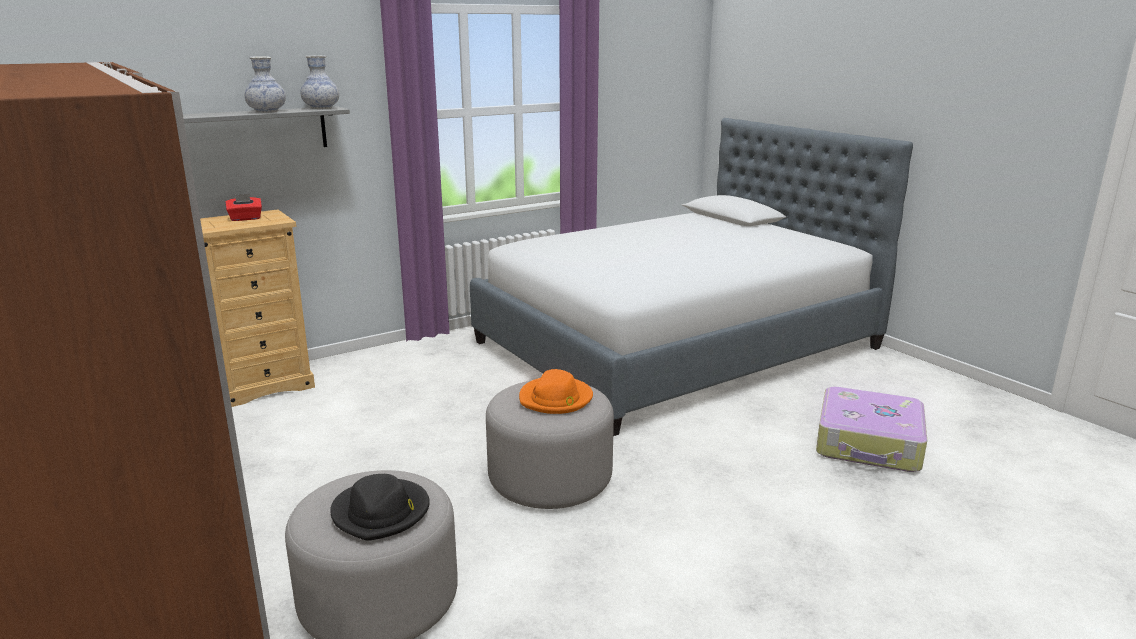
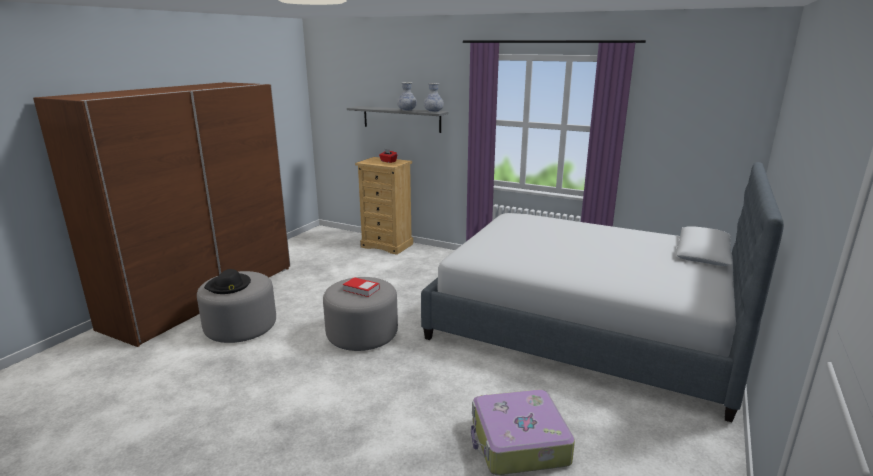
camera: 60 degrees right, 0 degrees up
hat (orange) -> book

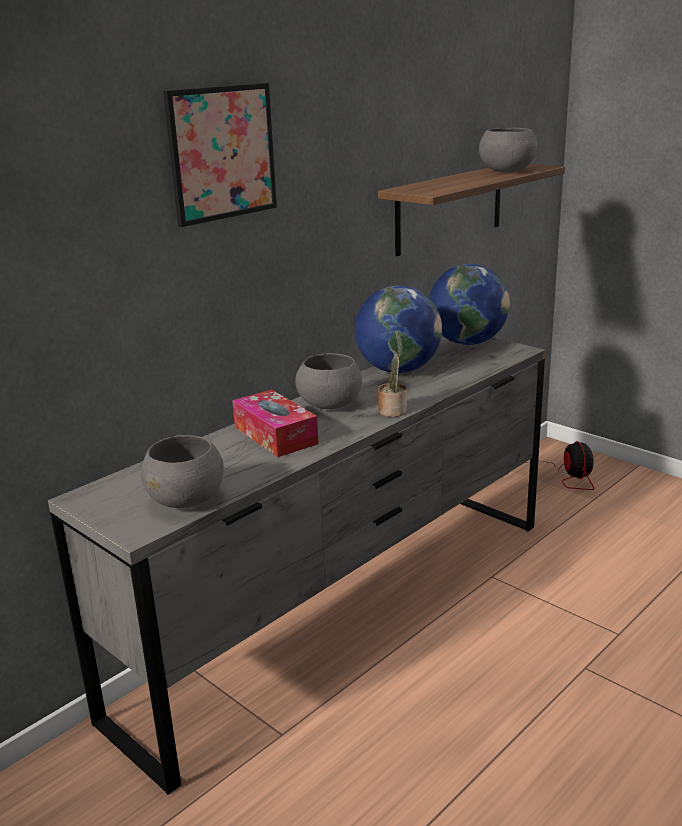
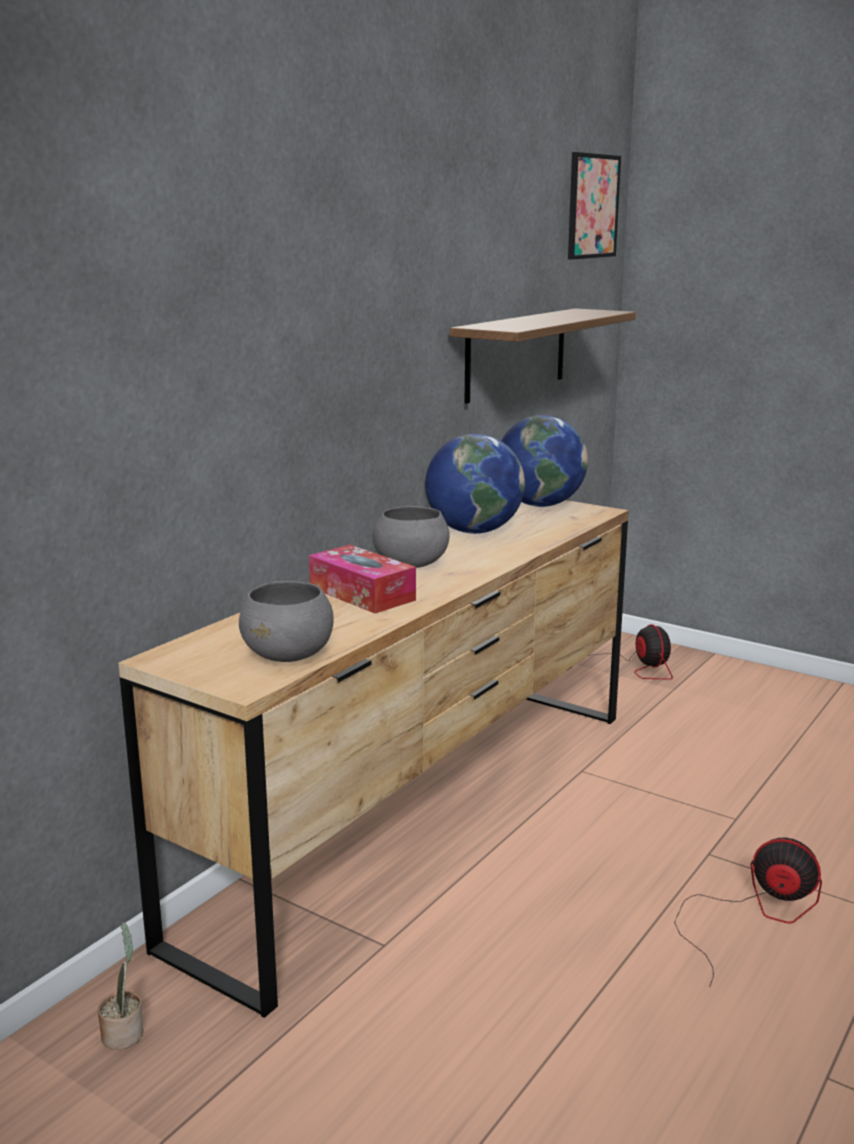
camera: 10 degrees left, 5 degrees down
potted plant, moved
dresser (grey) -> dresser (brown)
picture, moved
none -> fan (2nd from left)
bowl (grey) (3rd from left) -> none

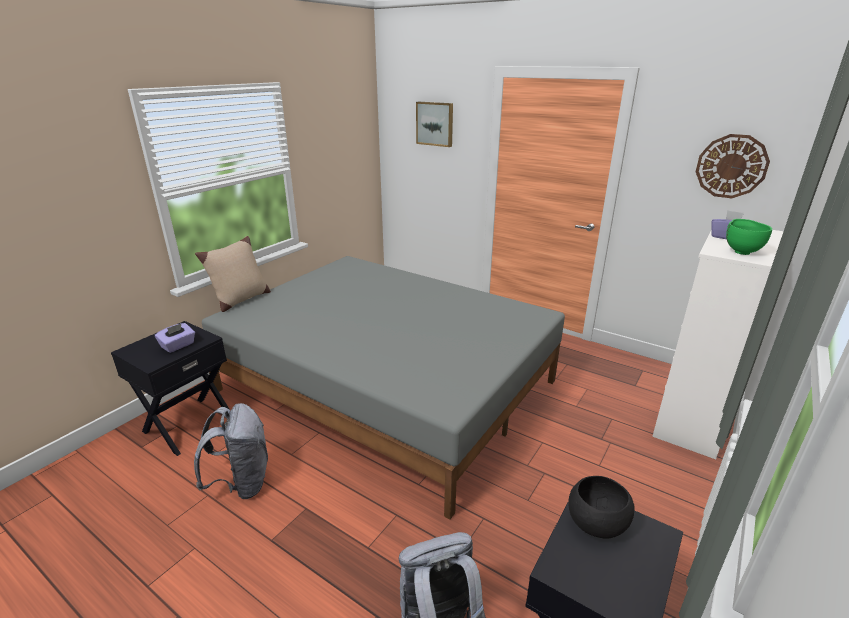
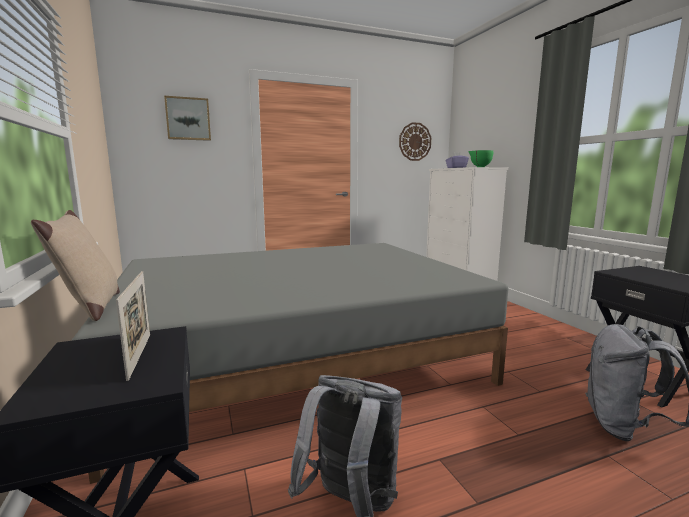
camera: 55 degrees left, 15 degrees down
tissue box (purple) (1st from left) -> picture frame
bowl (black) -> none

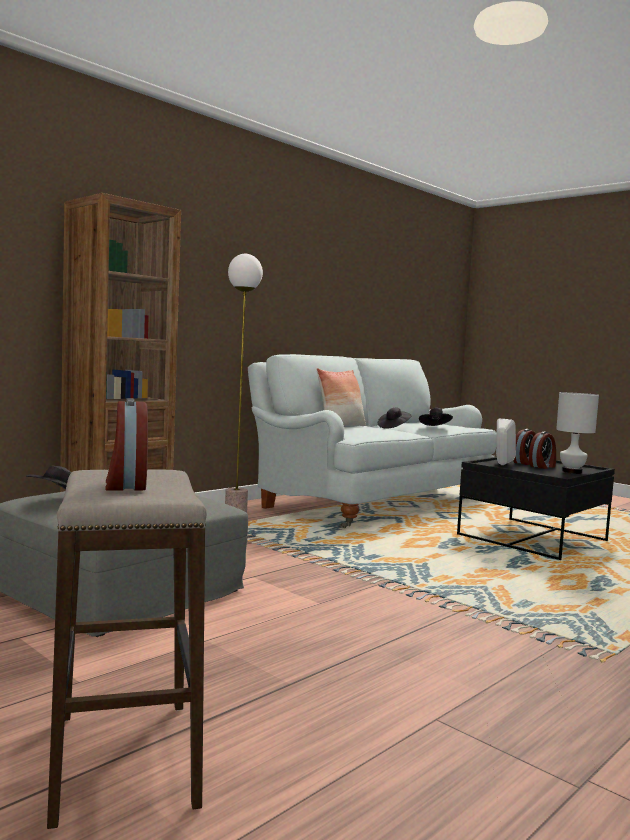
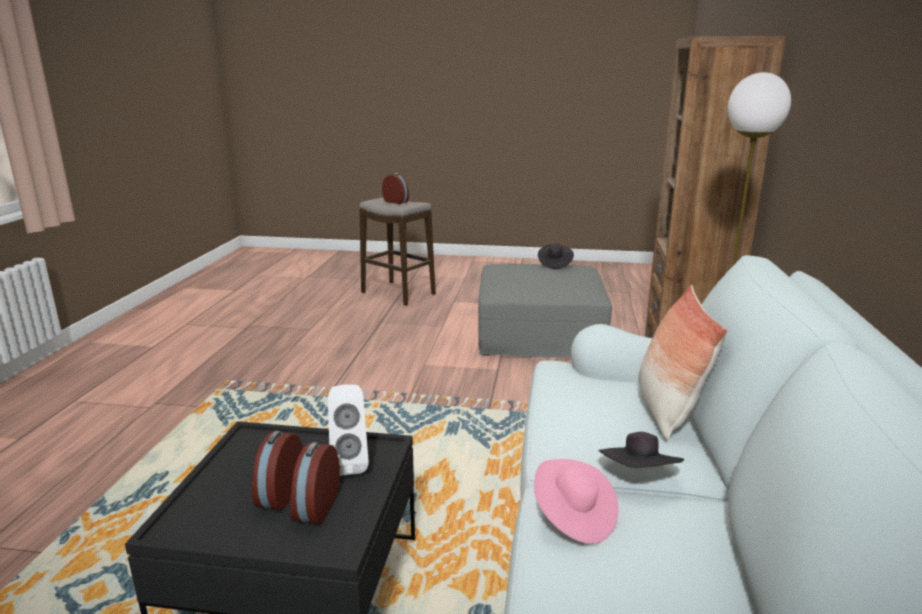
camera: 145 degrees right, 15 degrees up
hat (black) (3rd from left) -> hat (pink)
table lamp (white) -> none

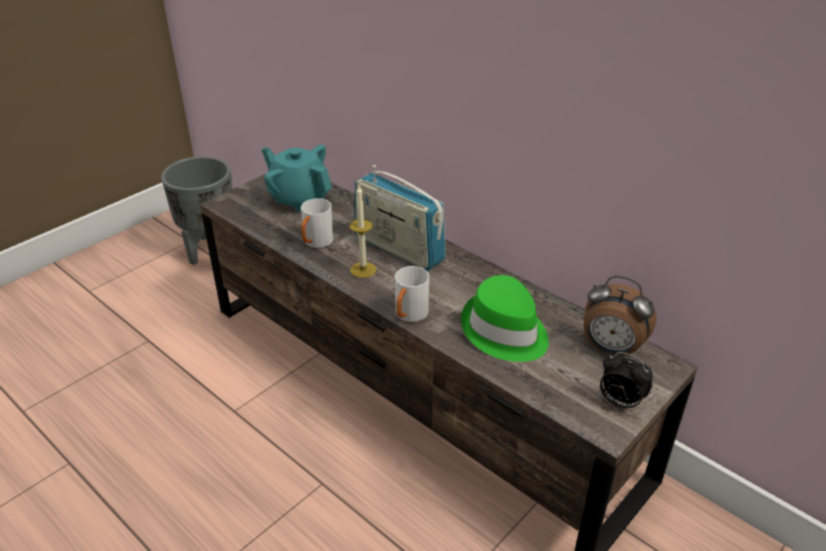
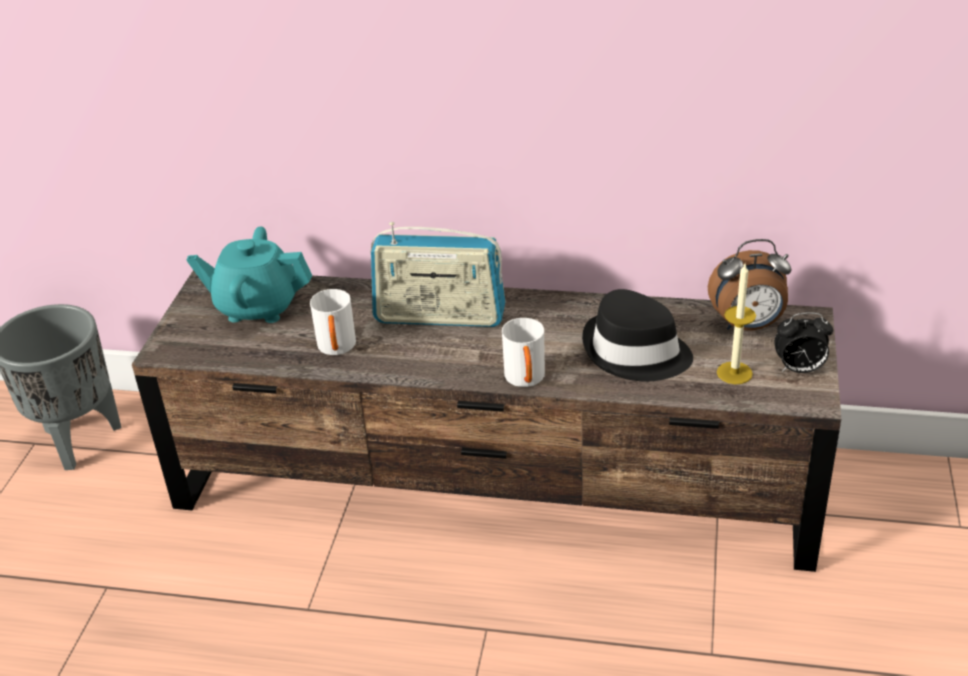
camera: 30 degrees left, 0 degrees up
hat (green) -> hat (black)
candle, moved

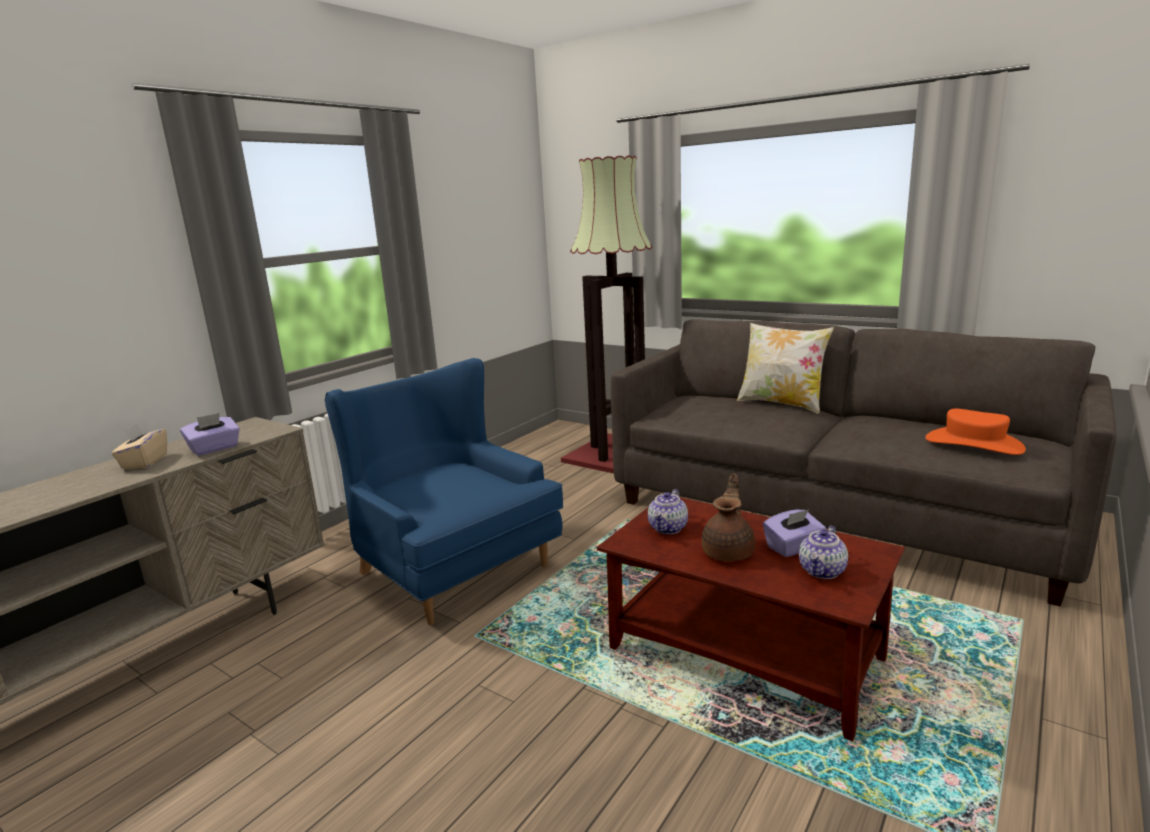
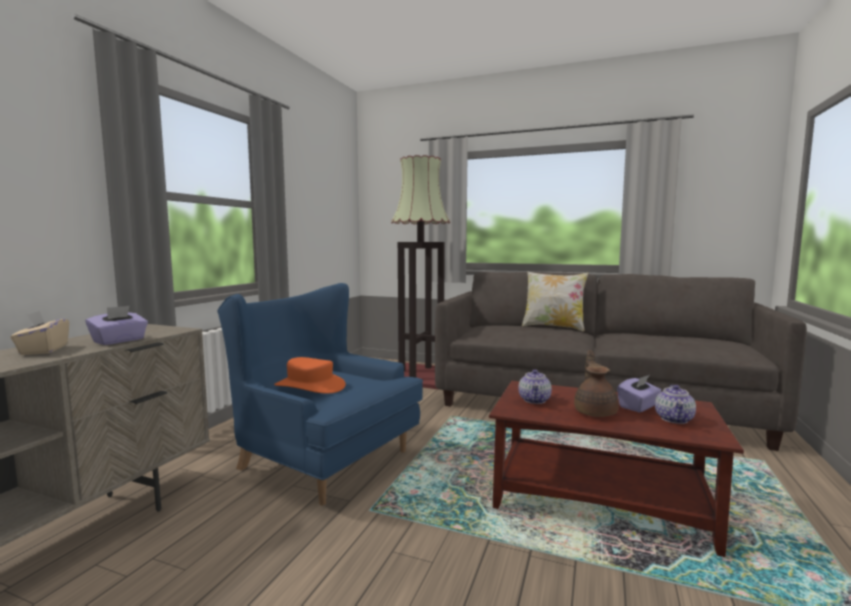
camera: 15 degrees left, 10 degrees down
hat (orange), moved

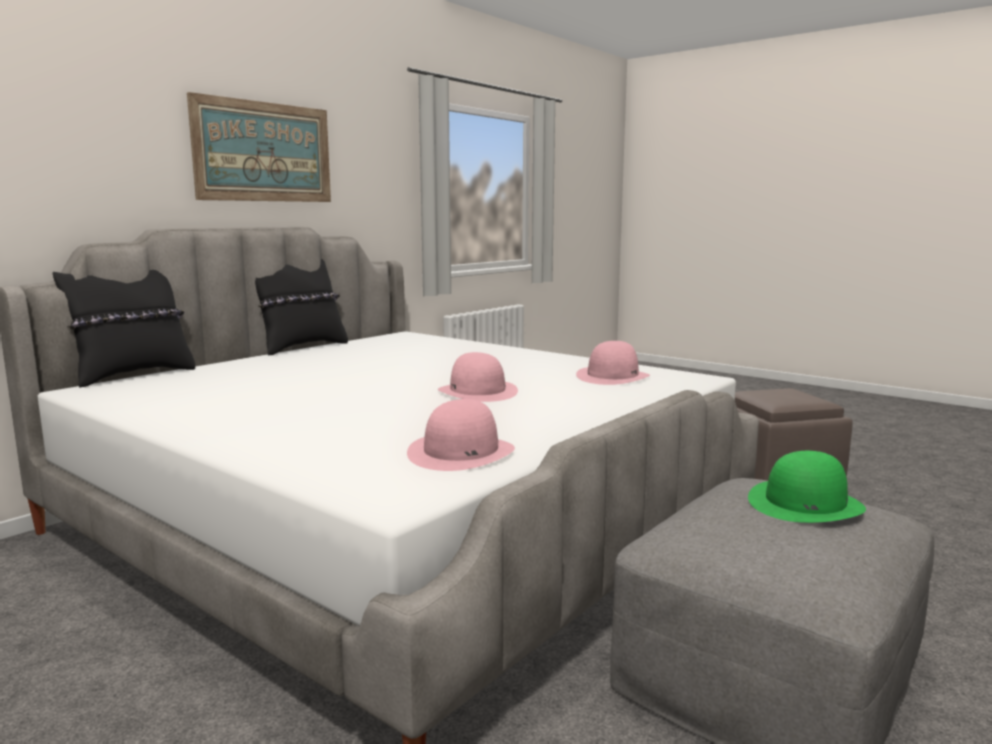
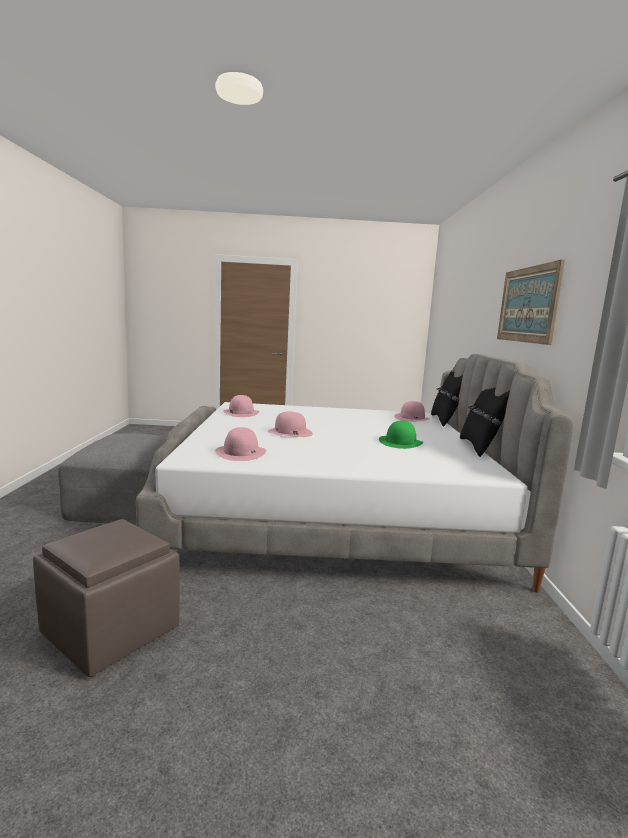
camera: 140 degrees right, 0 degrees up
hat (green), moved
none -> hat (pink) (4th from left)

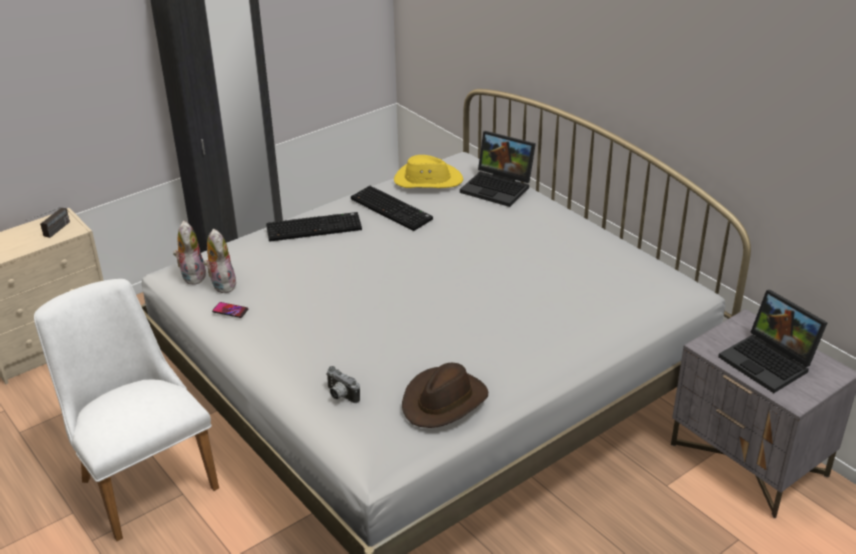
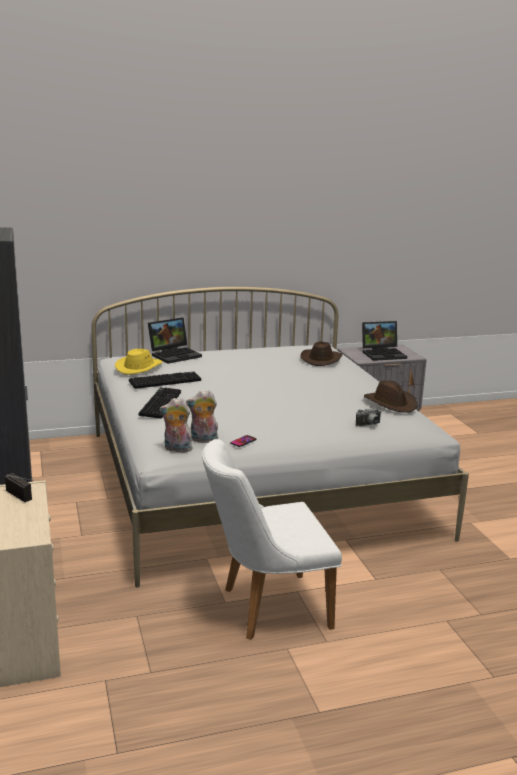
camera: 70 degrees left, 15 degrees down
none -> hat (brown) (1st from left)

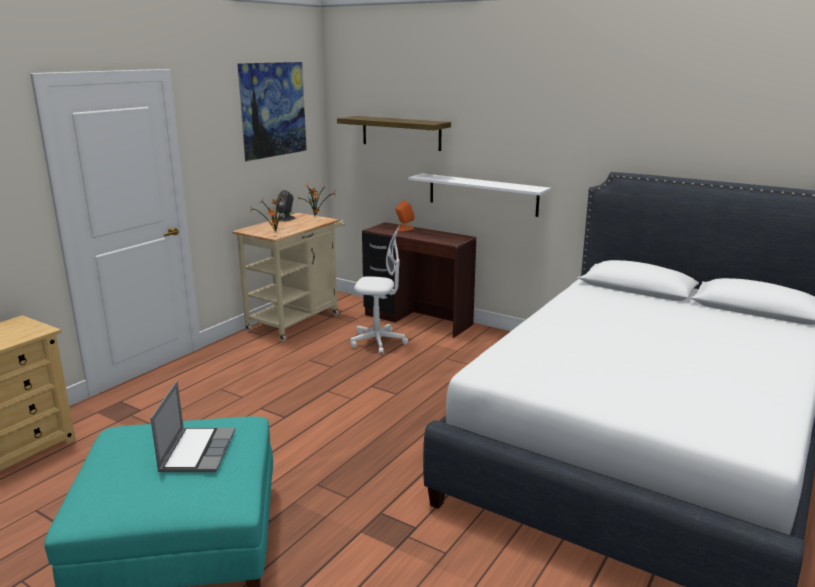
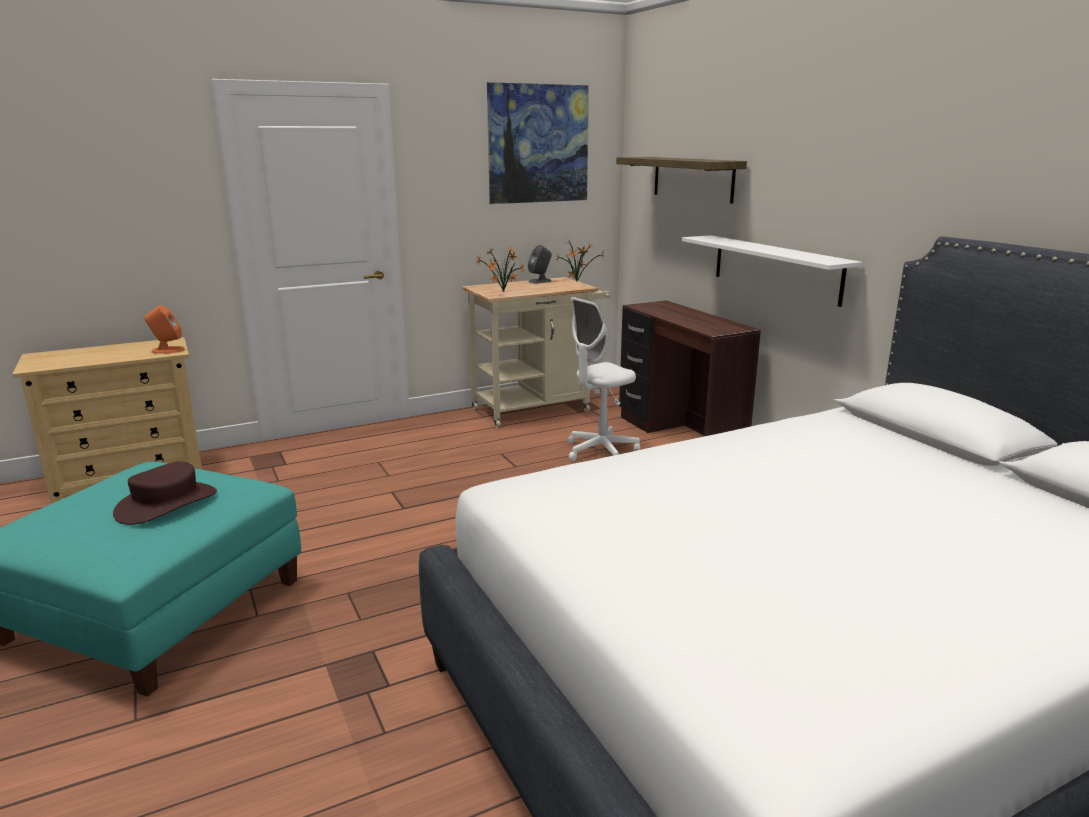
camera: 30 degrees right, 0 degrees up
laptop -> hat (brown)
speaker (orange), moved
office chair (white), 105 degrees clockwise

